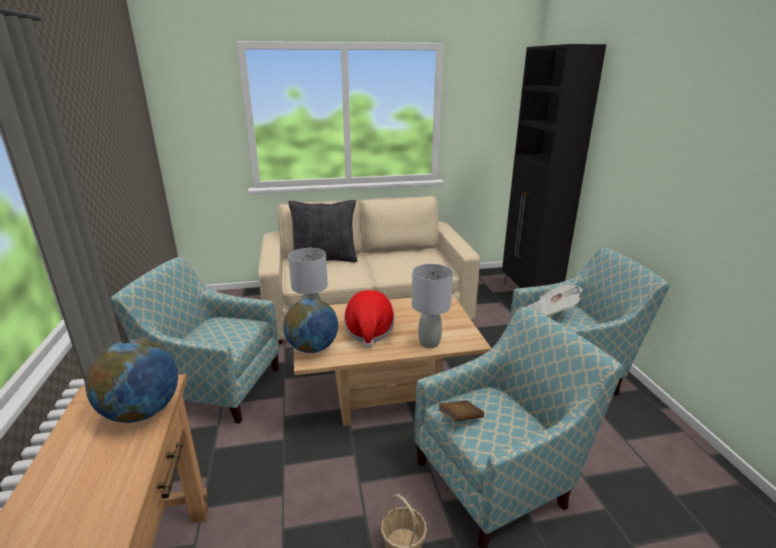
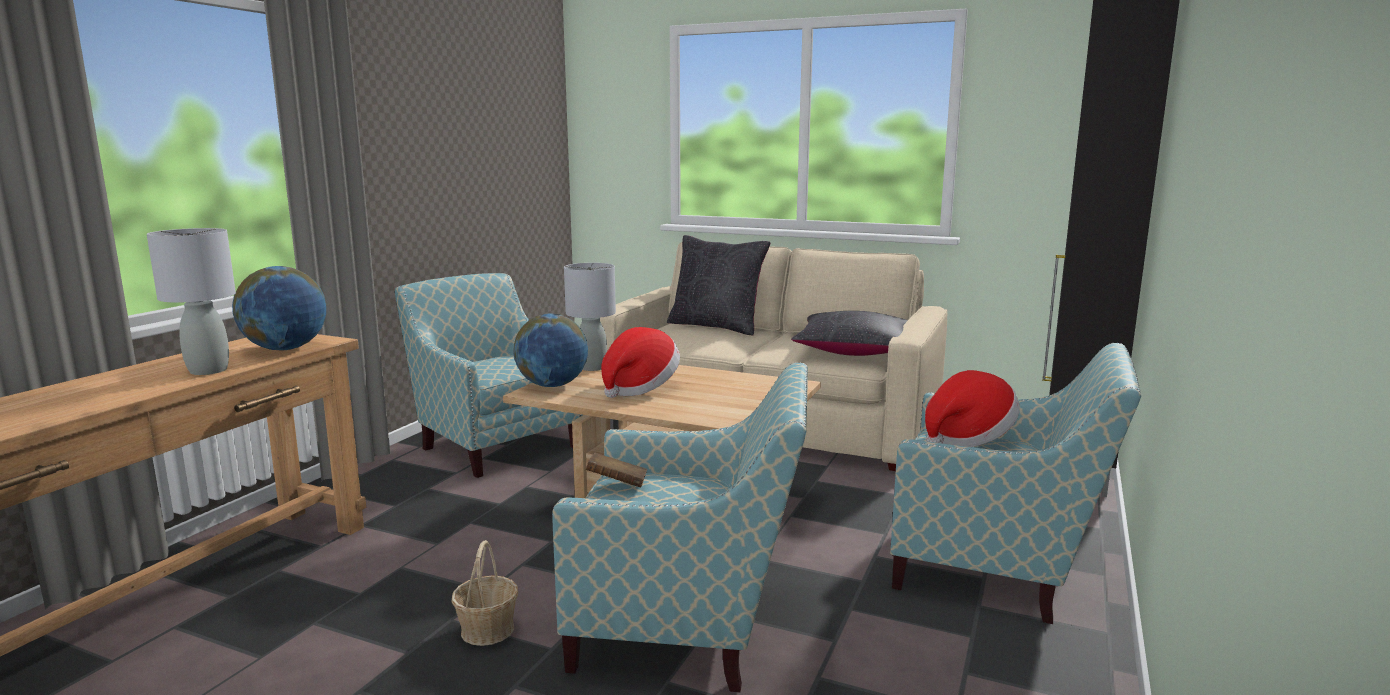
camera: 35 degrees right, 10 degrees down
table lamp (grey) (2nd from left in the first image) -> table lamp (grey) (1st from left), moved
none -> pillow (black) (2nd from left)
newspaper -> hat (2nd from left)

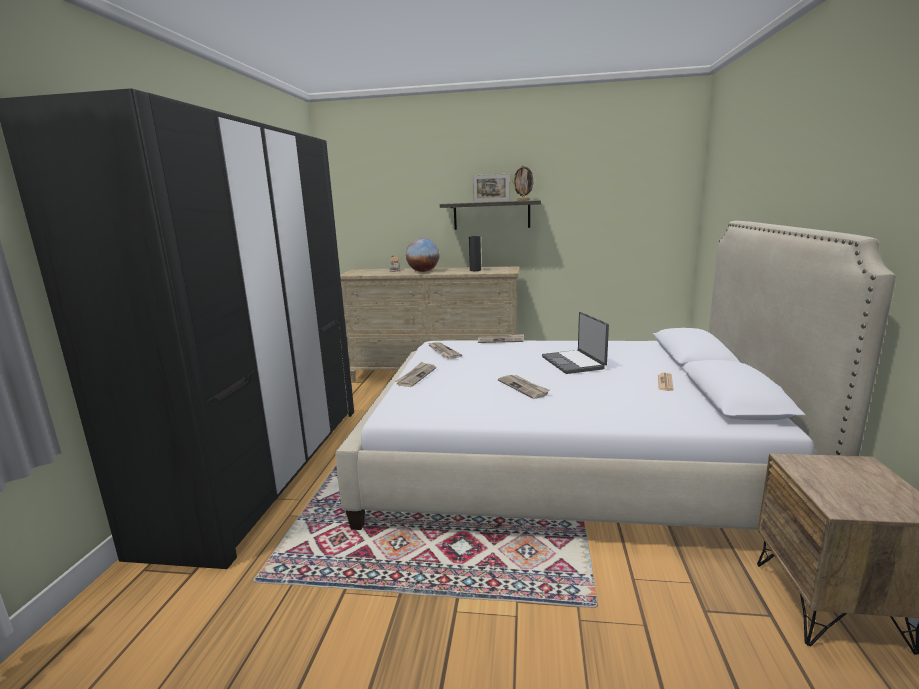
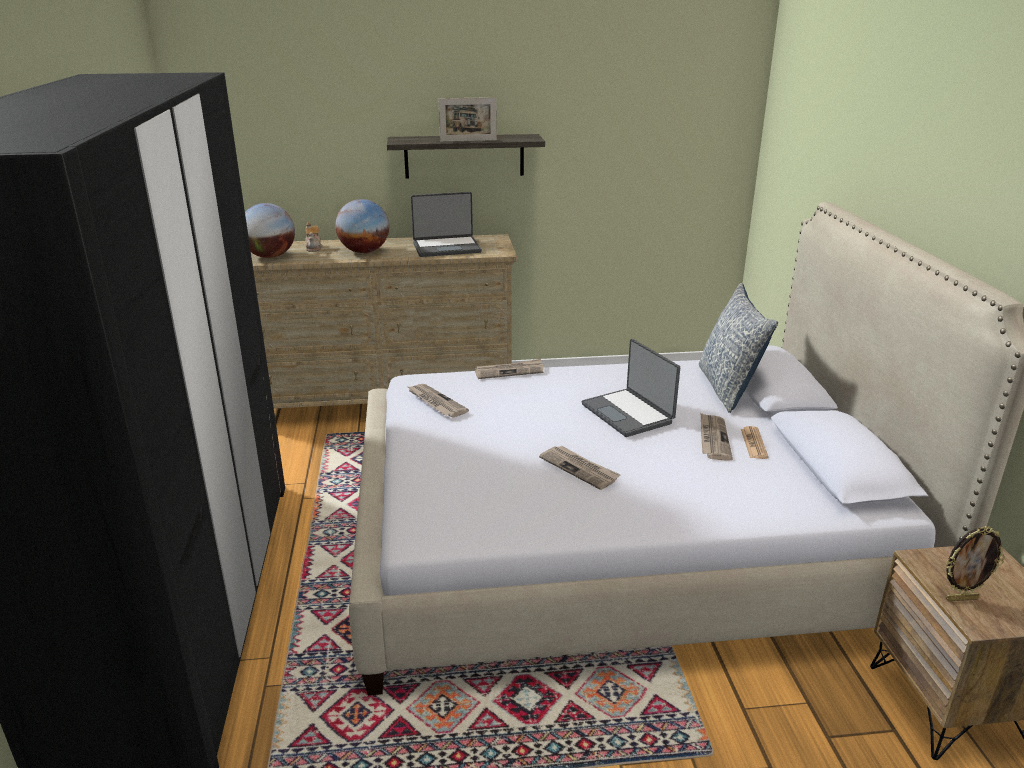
camera: 15 degrees left, 10 degrees up
none -> globe (1st from left)
vase (black) -> laptop (1st from left)
none -> pillow
newspaper (1st from left in the first image) -> newspaper (4th from left), moved
picture frame (2nd from left), moved

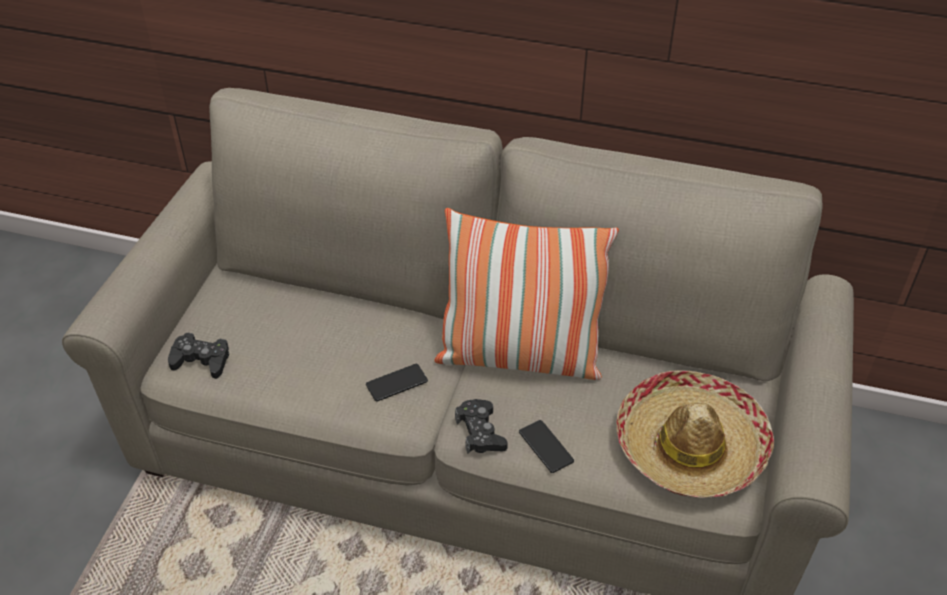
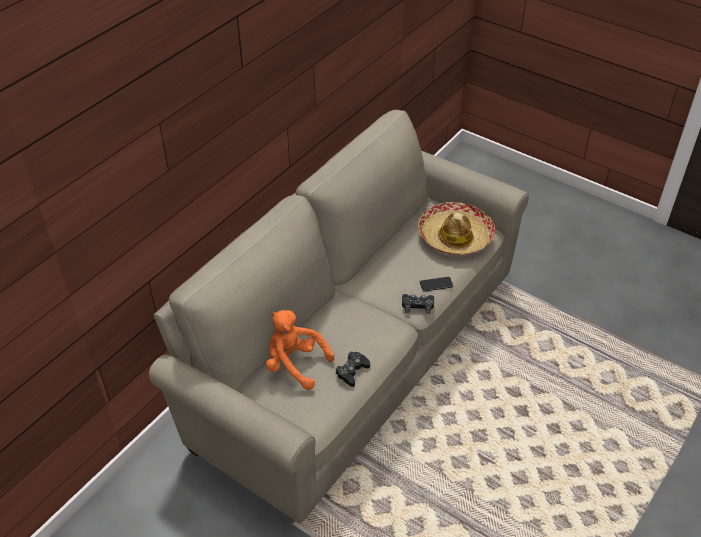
camera: 70 degrees left, 0 degrees up
none -> plush toy (orange)
game controller (black) (1st from left), moved
phone (1st from left) -> none
pillow -> none

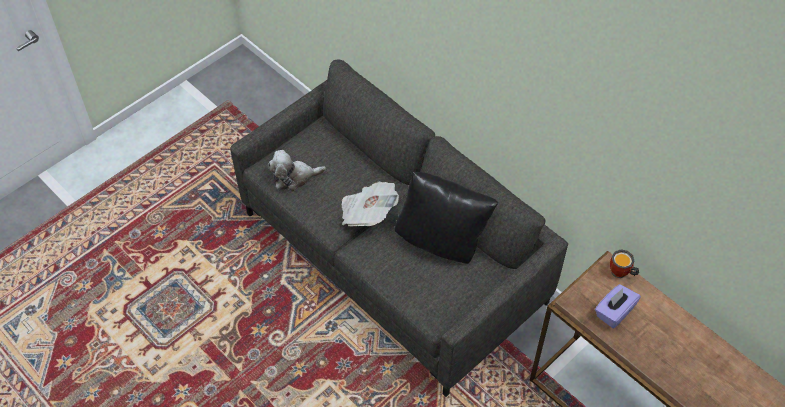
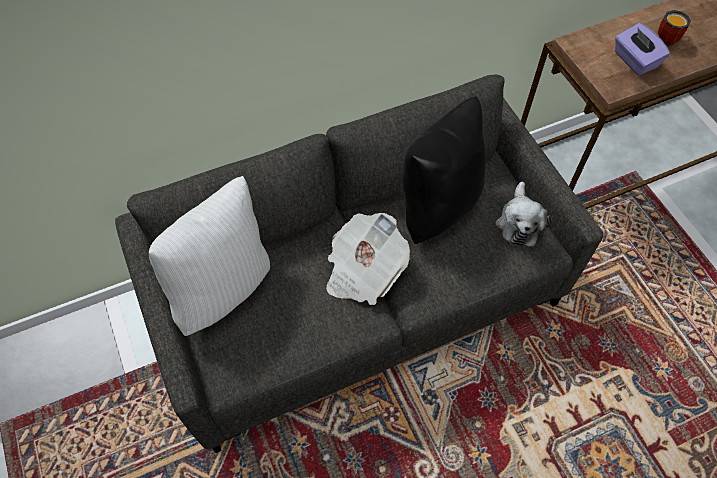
camera: 70 degrees left, 5 degrees up
none -> pillow (white)
plush toy, moved
mug, moved

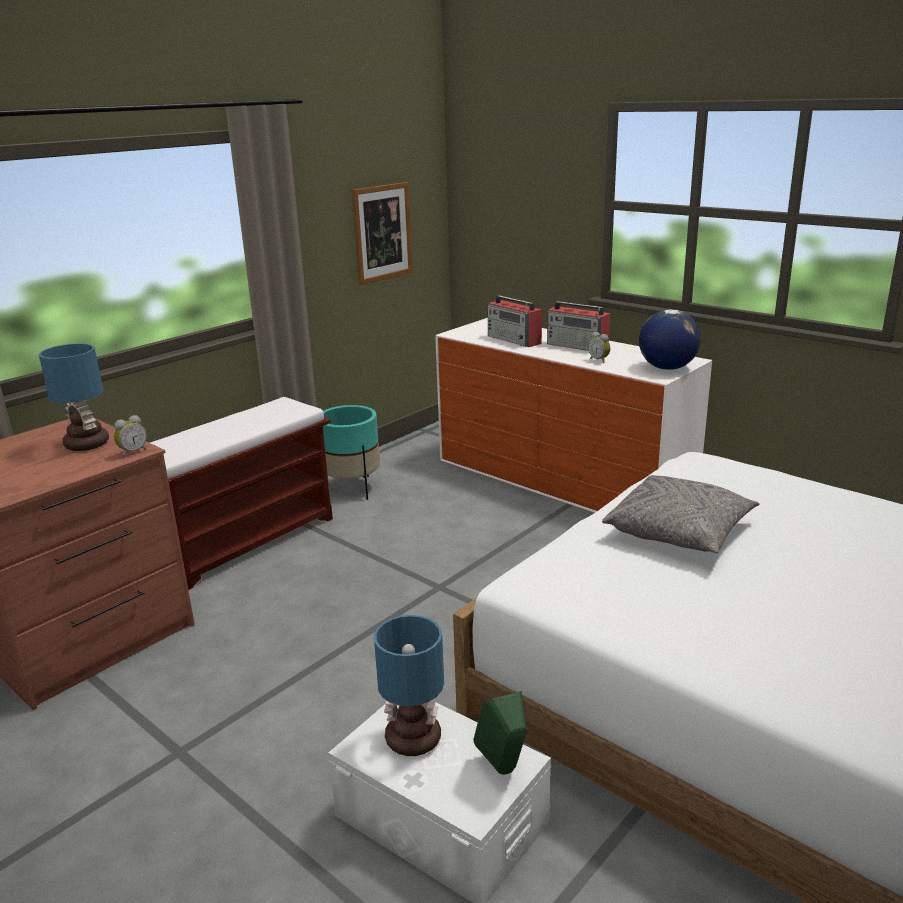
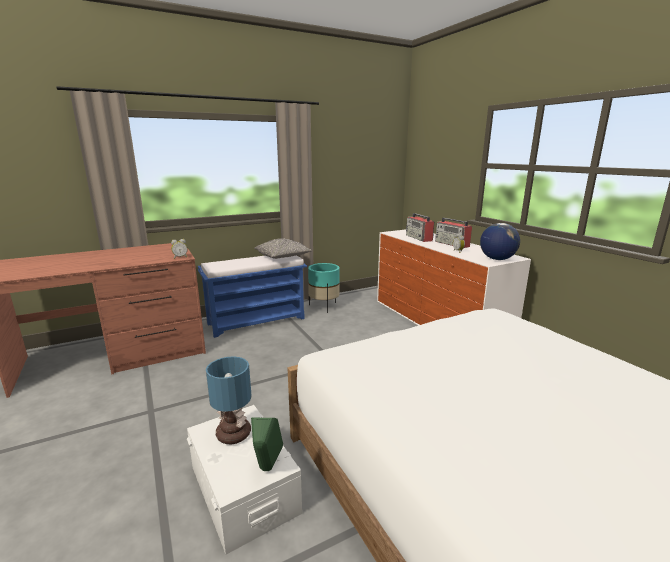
camera: 20 degrees right, 5 degrees down
bench (brown) -> bench (blue)
pillow (grey), moved
table lamp (1st from left) -> none
picture -> none

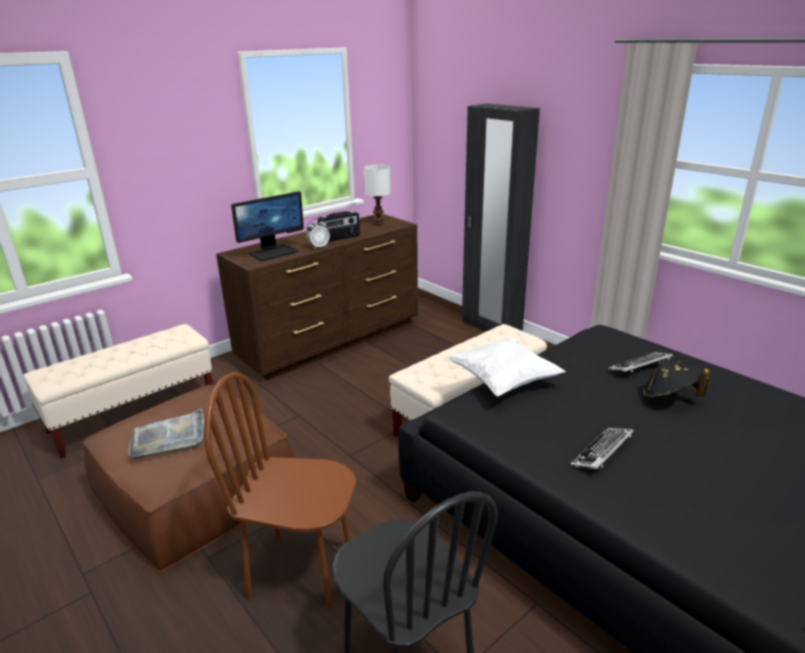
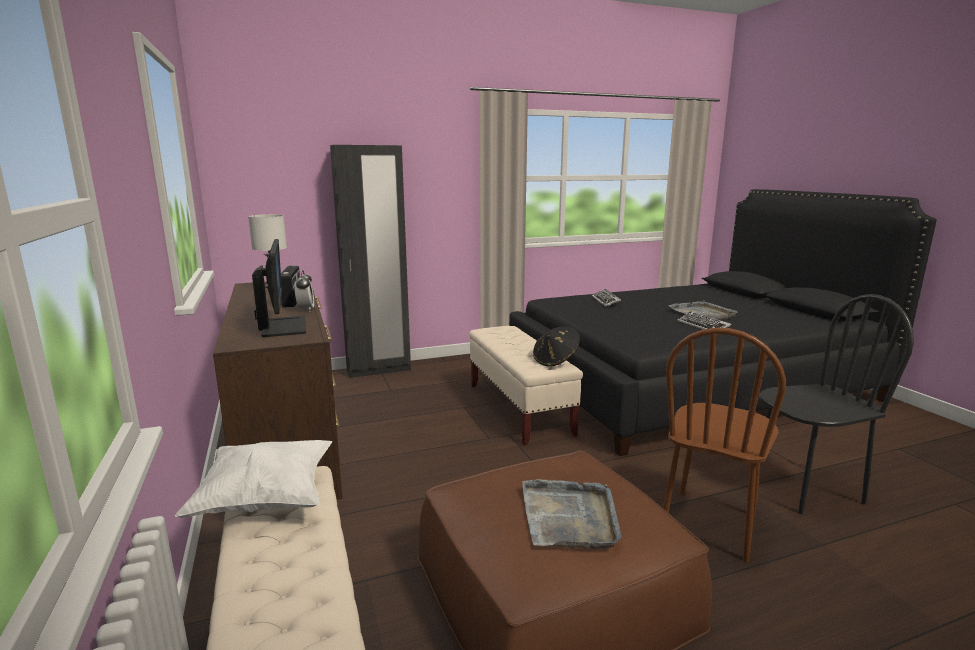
camera: 70 degrees left, 10 degrees down
pillow (white), moved
hat (black), moved
none -> tray (grey) (2nd from left)

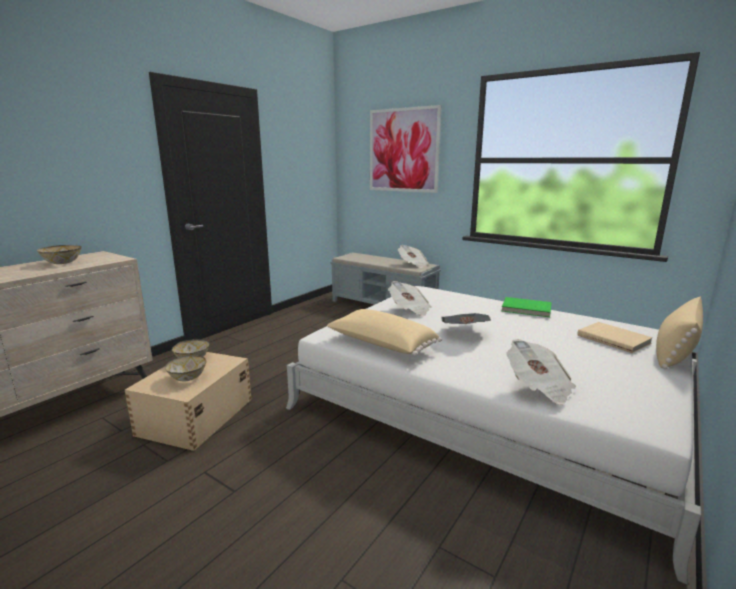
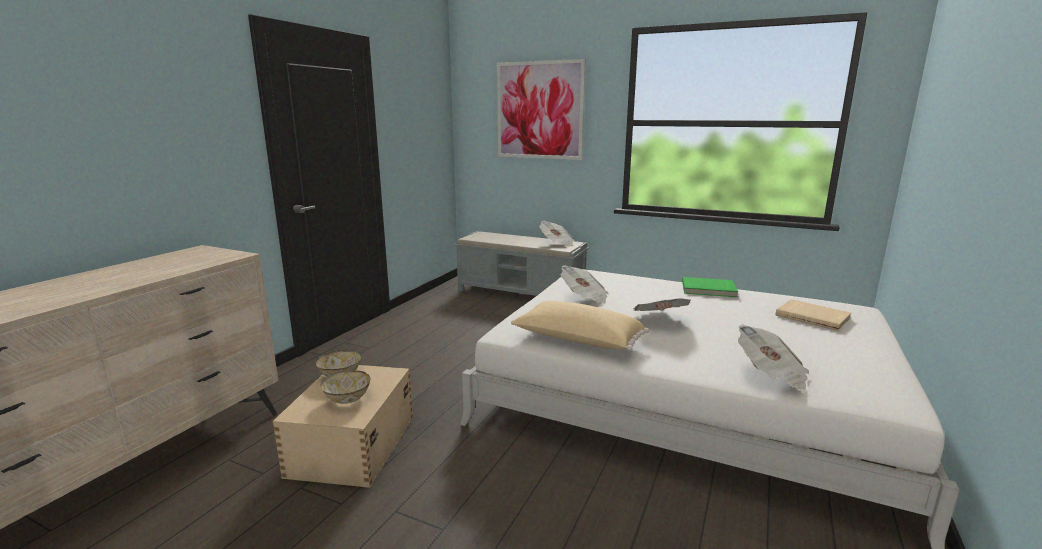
camera: 10 degrees left, 0 degrees up
bowl (1st from left) -> none
pillow (beige) (2nd from left) -> none

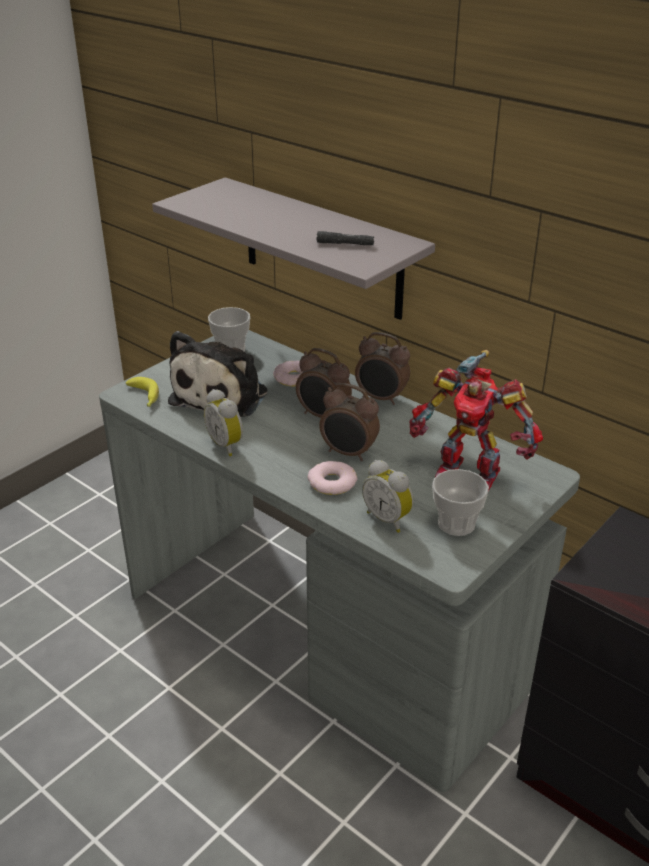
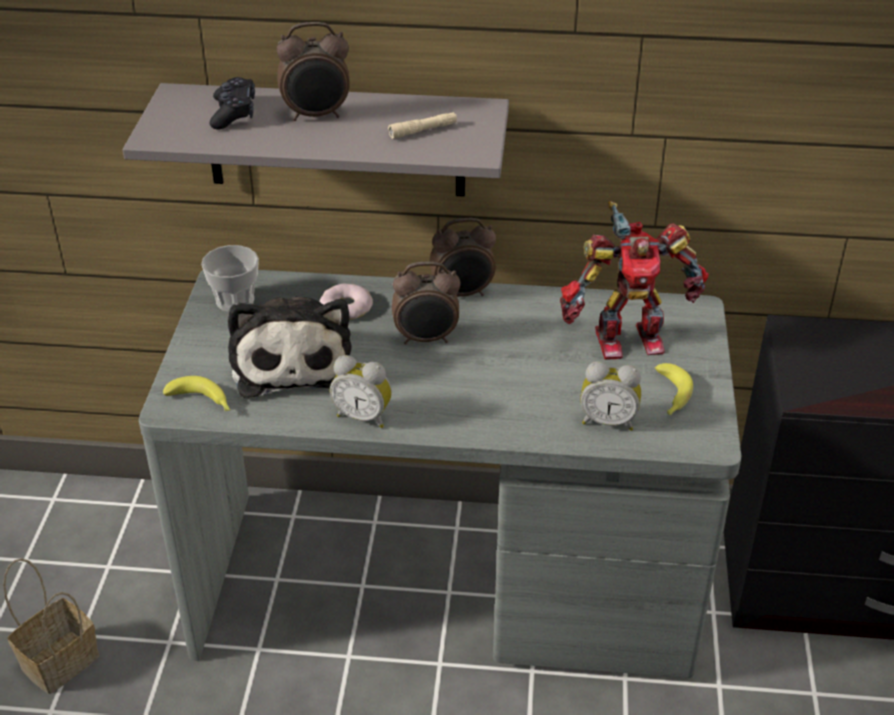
camera: 35 degrees left, 5 degrees up
none -> basket
none -> game controller (black)
alarm clock (3rd from left in the first image) -> alarm clock (1st from left), moved
flashlight (black) -> flashlight (beige)
cup (2nd from left) -> banana (2nd from left)
donut (2nd from left) -> none

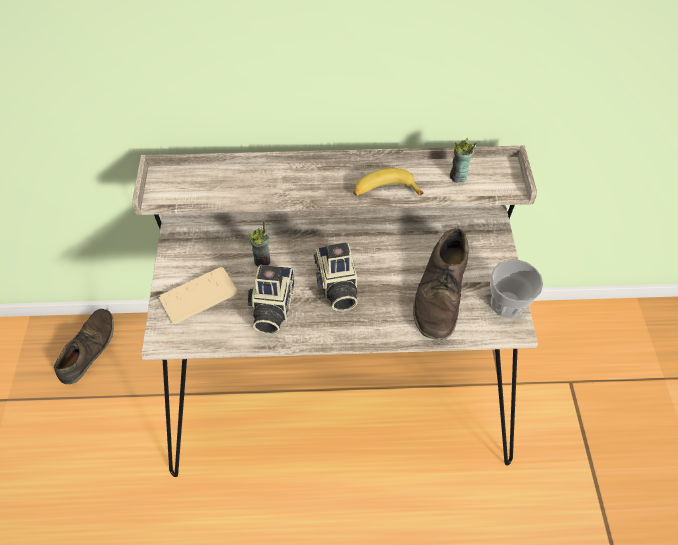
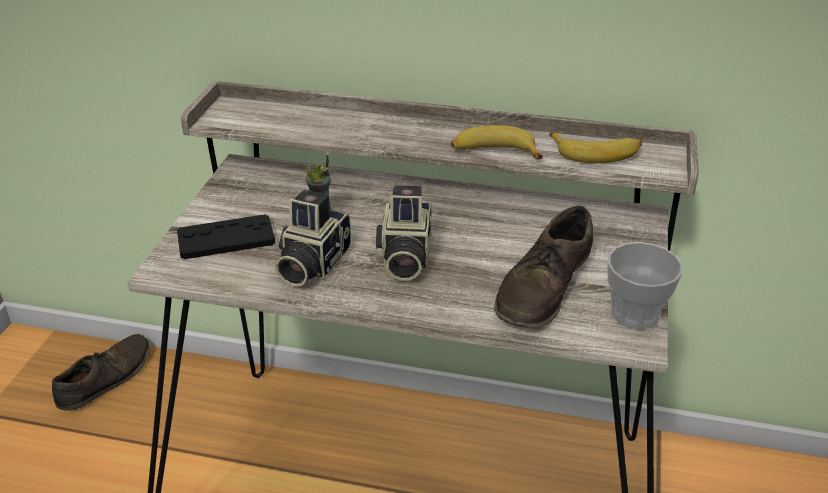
camera: 15 degrees right, 20 degrees down
game controller (beige) -> game controller (black)
cup (2nd from left) -> banana (2nd from left)

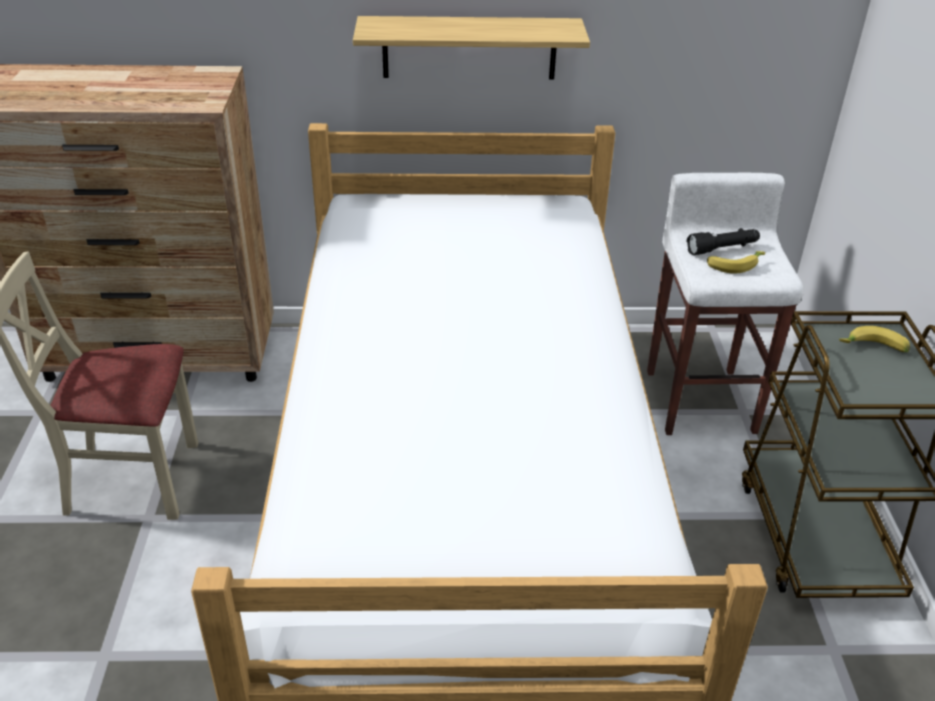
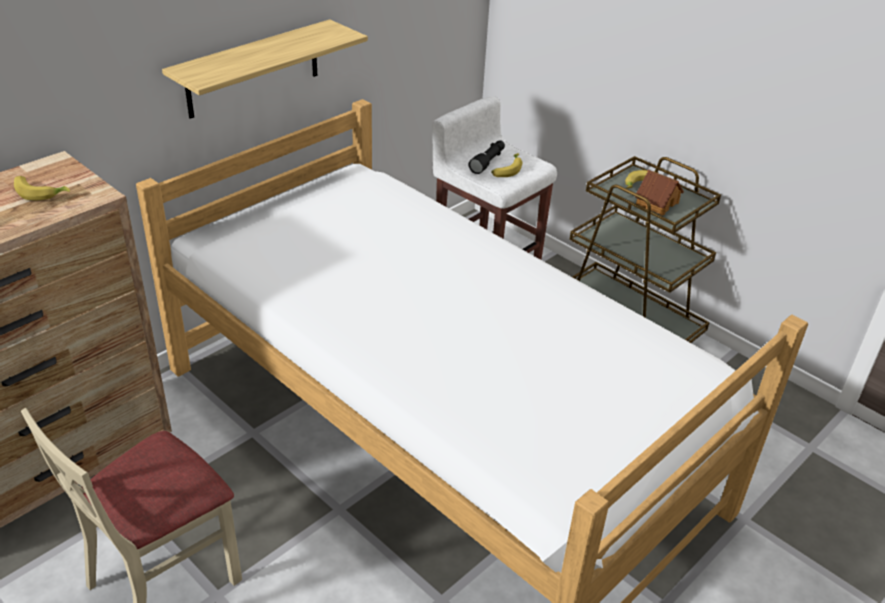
camera: 45 degrees left, 0 degrees up
none -> banana (1st from left)
none -> toy house

